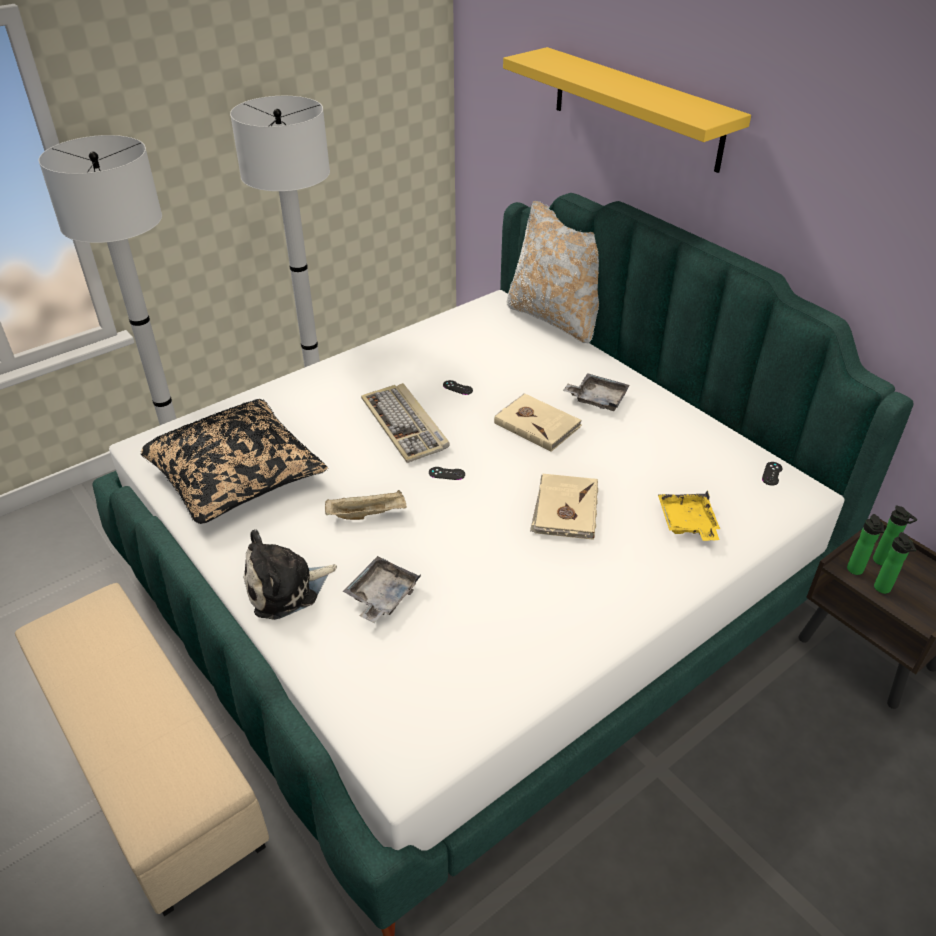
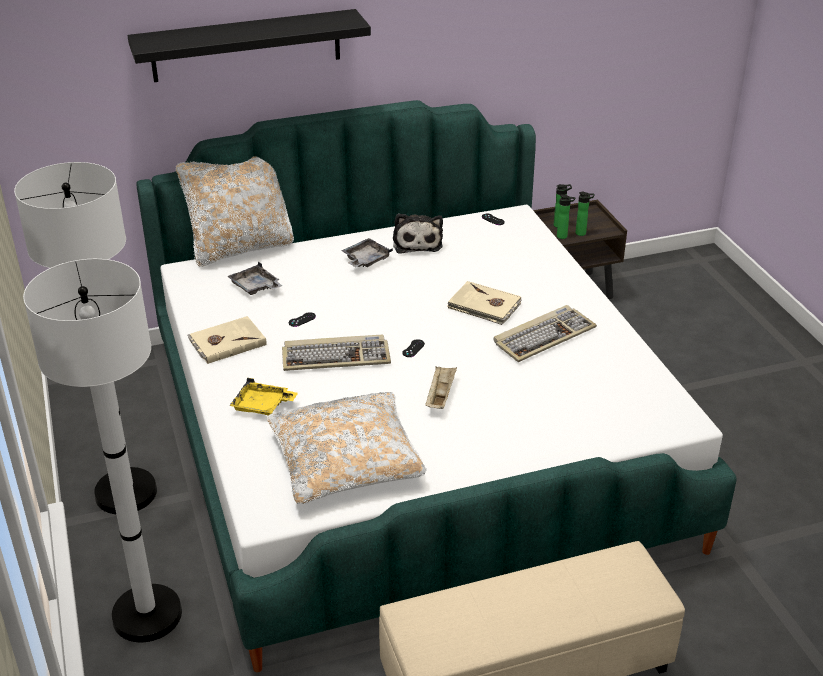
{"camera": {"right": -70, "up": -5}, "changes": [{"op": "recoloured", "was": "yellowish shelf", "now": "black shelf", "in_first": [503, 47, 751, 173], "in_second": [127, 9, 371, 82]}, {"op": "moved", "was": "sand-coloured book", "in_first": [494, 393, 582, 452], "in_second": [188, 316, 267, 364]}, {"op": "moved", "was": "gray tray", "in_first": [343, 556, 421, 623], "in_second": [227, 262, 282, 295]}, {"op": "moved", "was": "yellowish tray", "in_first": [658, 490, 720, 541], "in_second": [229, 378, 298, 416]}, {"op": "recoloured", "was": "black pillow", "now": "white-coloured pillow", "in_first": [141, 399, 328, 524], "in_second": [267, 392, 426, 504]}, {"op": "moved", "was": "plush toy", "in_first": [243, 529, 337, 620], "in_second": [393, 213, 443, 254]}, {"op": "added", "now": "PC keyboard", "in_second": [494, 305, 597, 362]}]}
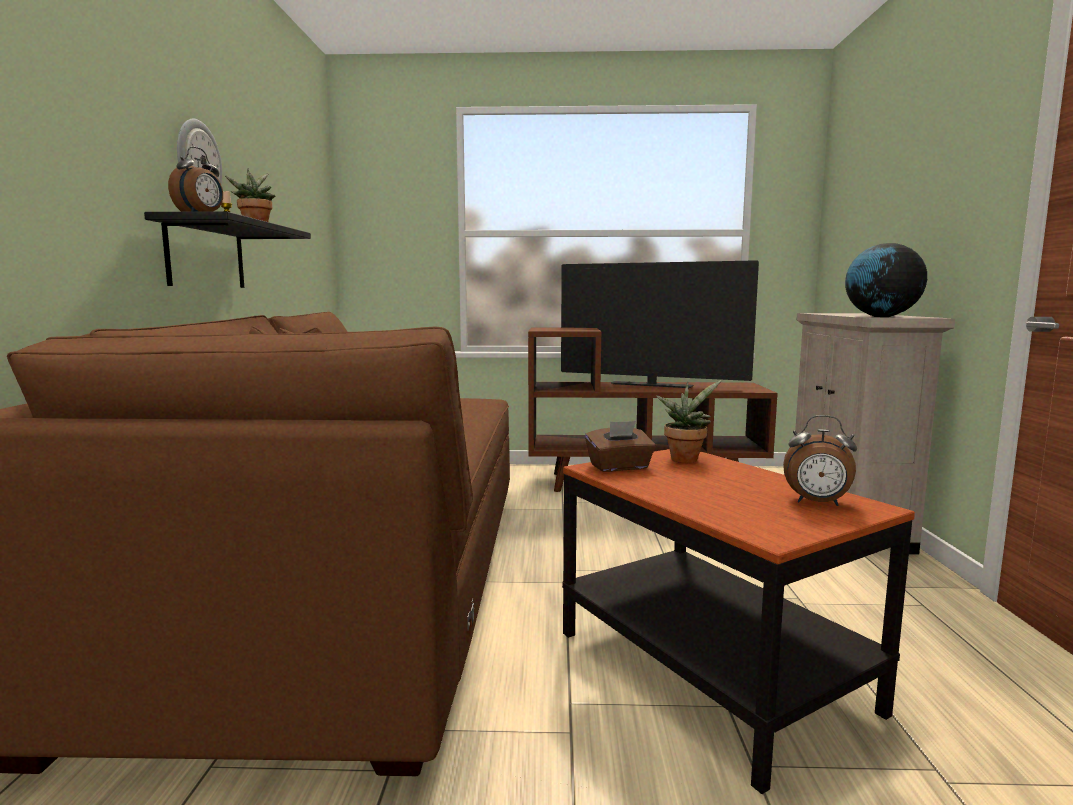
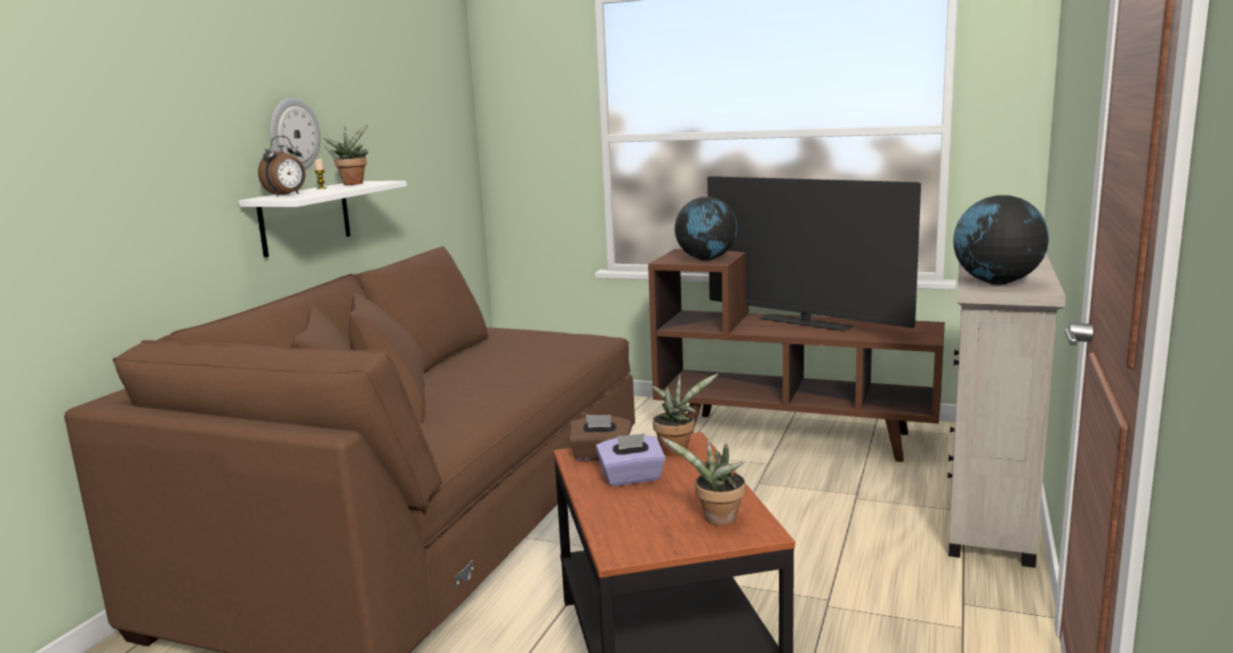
{"camera": {"right": 20, "up": 5}, "changes": [{"op": "recoloured", "was": "black shelf", "now": "white-coloured shelf", "in_first": [144, 211, 311, 288], "in_second": [239, 181, 407, 257]}, {"op": "added", "now": "purple box of tissues", "in_second": [596, 433, 666, 486]}, {"op": "replaced", "was": "bedside clock", "now": "houseplant", "in_first": [783, 415, 857, 506], "in_second": [661, 437, 745, 526]}, {"op": "added", "now": "desk globe", "in_second": [675, 197, 737, 261]}]}
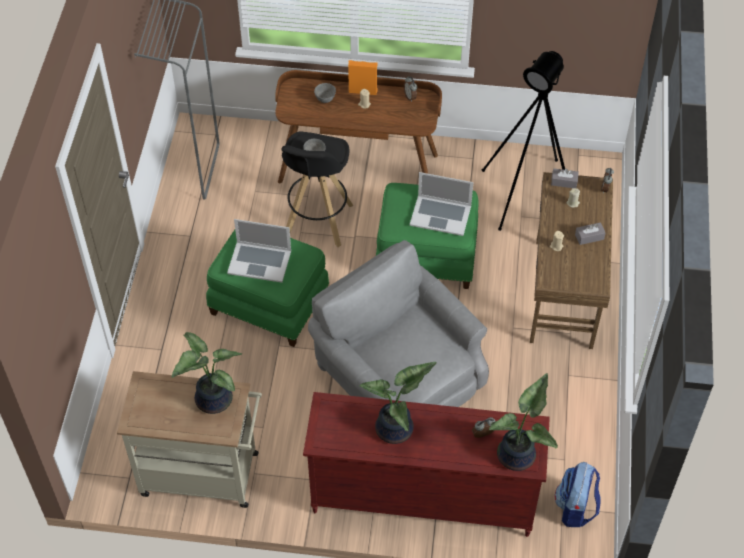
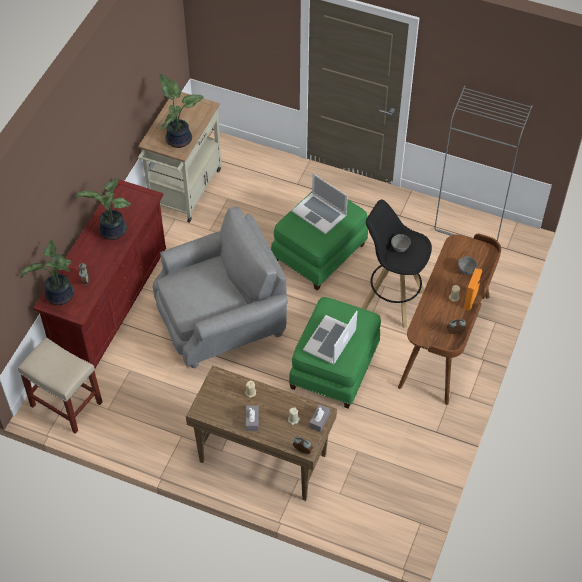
{"camera": {"right": 105, "up": 0}, "changes": [{"op": "replaced", "was": "backpack", "now": "sand-coloured stool seat", "in_first": [555, 462, 601, 527], "in_second": [18, 337, 103, 434]}, {"op": "turned", "was": "notebook computer", "in_first": [227, 219, 291, 283], "in_second": [292, 173, 348, 234], "clockwise": -75}, {"op": "removed", "was": "black standard lamp", "in_first": [482, 51, 565, 231]}]}
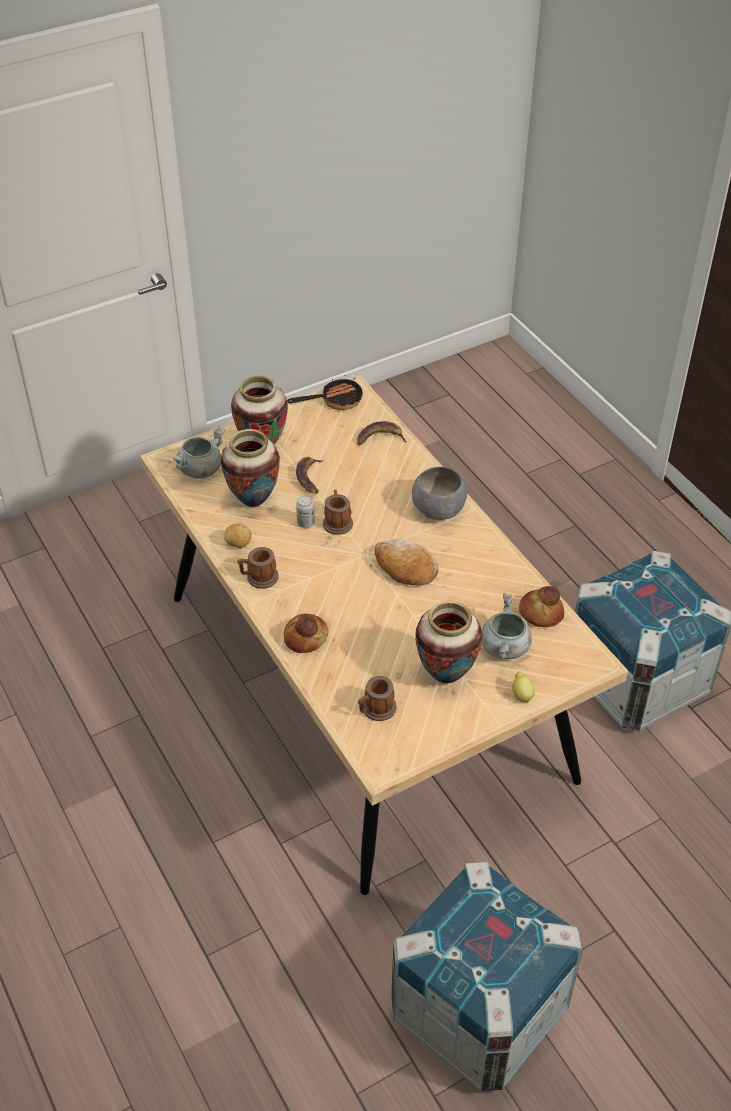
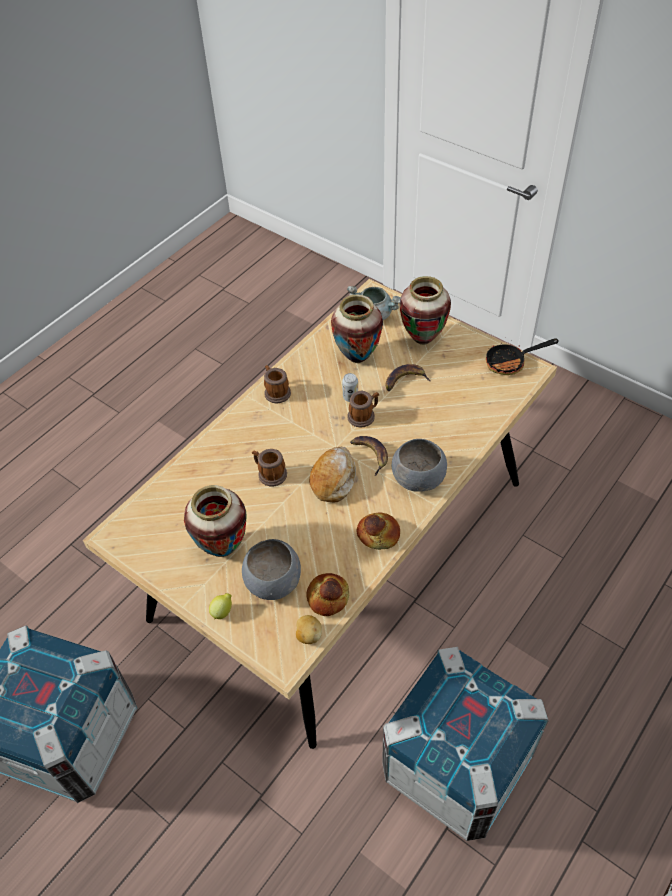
{"camera": {"right": 70, "up": 5}, "changes": [{"op": "replaced", "was": "gray cooking pot", "now": "gray serving bowl", "in_first": [482, 593, 532, 659], "in_second": [242, 539, 301, 600]}, {"op": "moved", "was": "coffee mug", "in_first": [358, 676, 397, 721], "in_second": [252, 449, 287, 486]}, {"op": "moved", "was": "whole potato", "in_first": [224, 523, 252, 548], "in_second": [296, 615, 322, 644]}, {"op": "moved", "was": "whole banana", "in_first": [357, 421, 406, 445], "in_second": [350, 436, 388, 476]}, {"op": "moved", "was": "bakery bread", "in_first": [284, 613, 329, 653], "in_second": [356, 513, 400, 550]}, {"op": "turned", "was": "frying pan", "in_first": [287, 375, 363, 410], "in_second": [486, 339, 559, 375], "clockwise": 120}]}
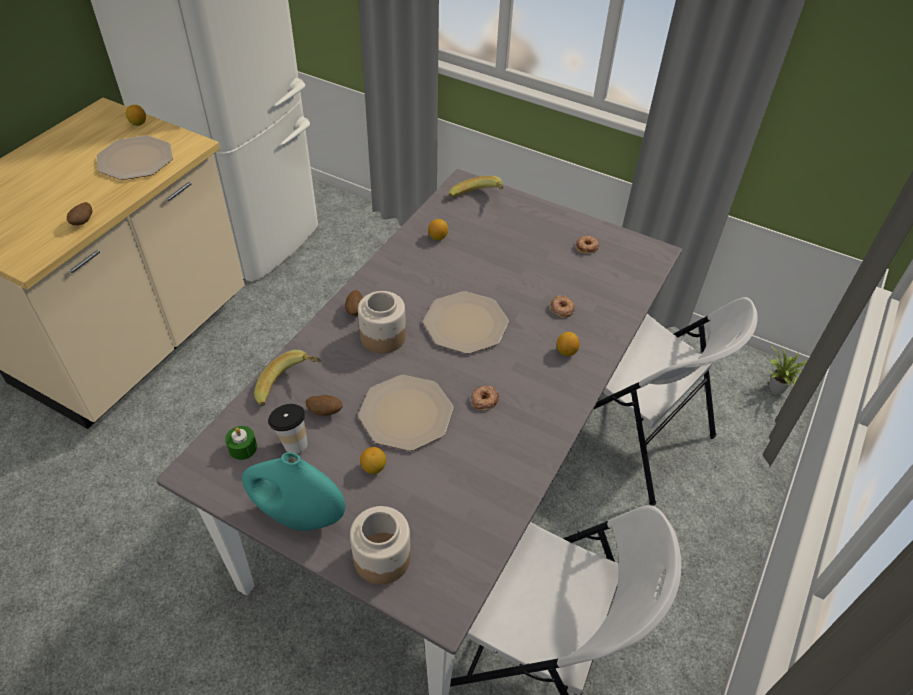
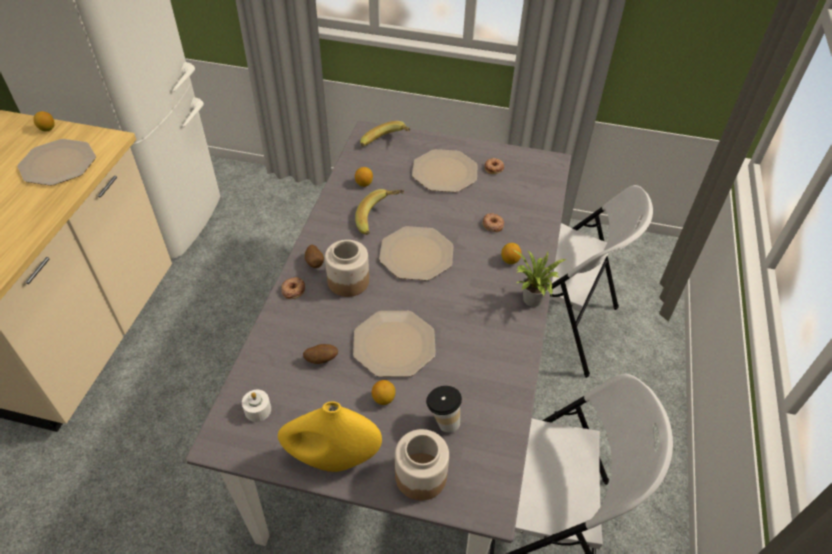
{"camera": {"right": -15, "up": 0}, "changes": [{"op": "recoloured", "was": "green wax light", "now": "white-coloured wax light", "in_first": [225, 426, 257, 460], "in_second": [242, 390, 271, 422]}, {"op": "recoloured", "was": "blue-green vase", "now": "yellowish vase", "in_first": [242, 452, 345, 531], "in_second": [278, 401, 382, 472]}, {"op": "moved", "was": "ring doughnut", "in_first": [471, 386, 499, 411], "in_second": [281, 277, 305, 299]}, {"op": "moved", "was": "whole banana", "in_first": [254, 350, 322, 406], "in_second": [355, 189, 404, 235]}, {"op": "added", "now": "dinner plate", "in_second": [412, 149, 478, 192]}, {"op": "moved", "was": "cup", "in_first": [268, 404, 308, 454], "in_second": [426, 386, 462, 433]}, {"op": "moved", "was": "houseplant", "in_first": [769, 346, 807, 394], "in_second": [513, 250, 566, 307]}, {"op": "removed", "was": "whole potato", "in_first": [67, 202, 92, 226]}]}
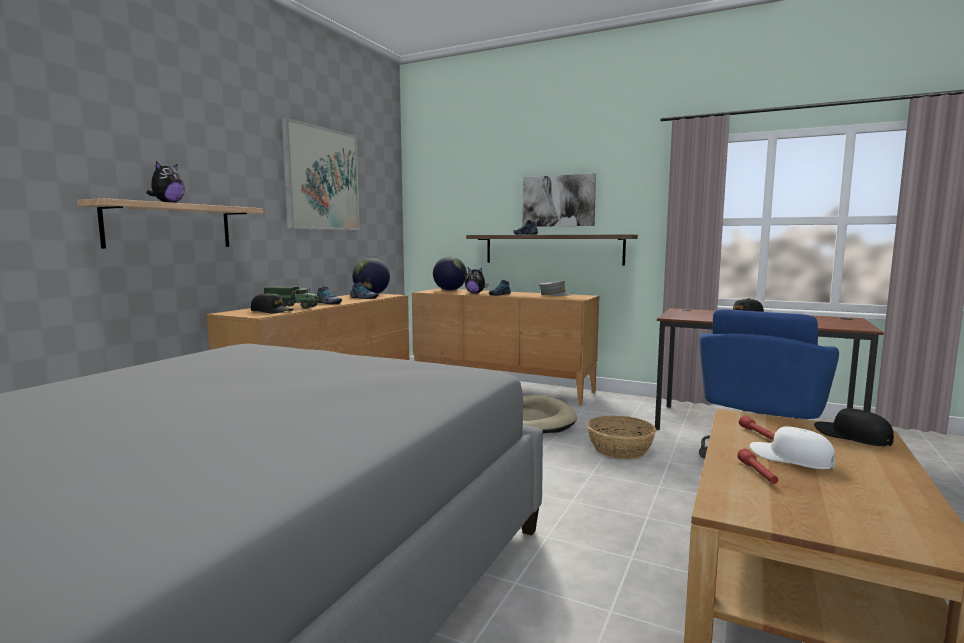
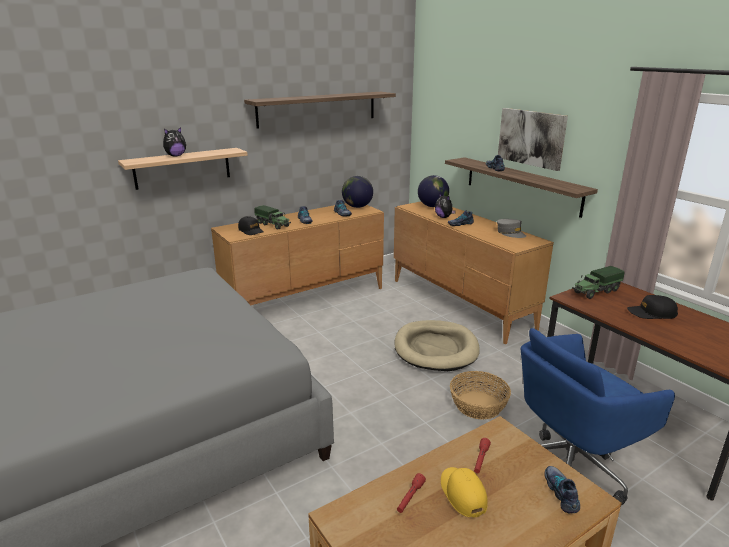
{"camera": {"right": 30, "up": 15}, "changes": [{"op": "replaced", "was": "wall art", "now": "shelf", "in_first": [282, 118, 360, 230], "in_second": [244, 92, 396, 129]}, {"op": "recoloured", "was": "white-coloured peaked cap", "now": "yellowish peaked cap", "in_first": [750, 426, 835, 469], "in_second": [441, 467, 487, 518]}, {"op": "replaced", "was": "black peaked cap", "now": "low shoe", "in_first": [814, 408, 894, 446], "in_second": [545, 466, 580, 514]}, {"op": "added", "now": "toy truck", "in_second": [572, 266, 624, 299]}]}
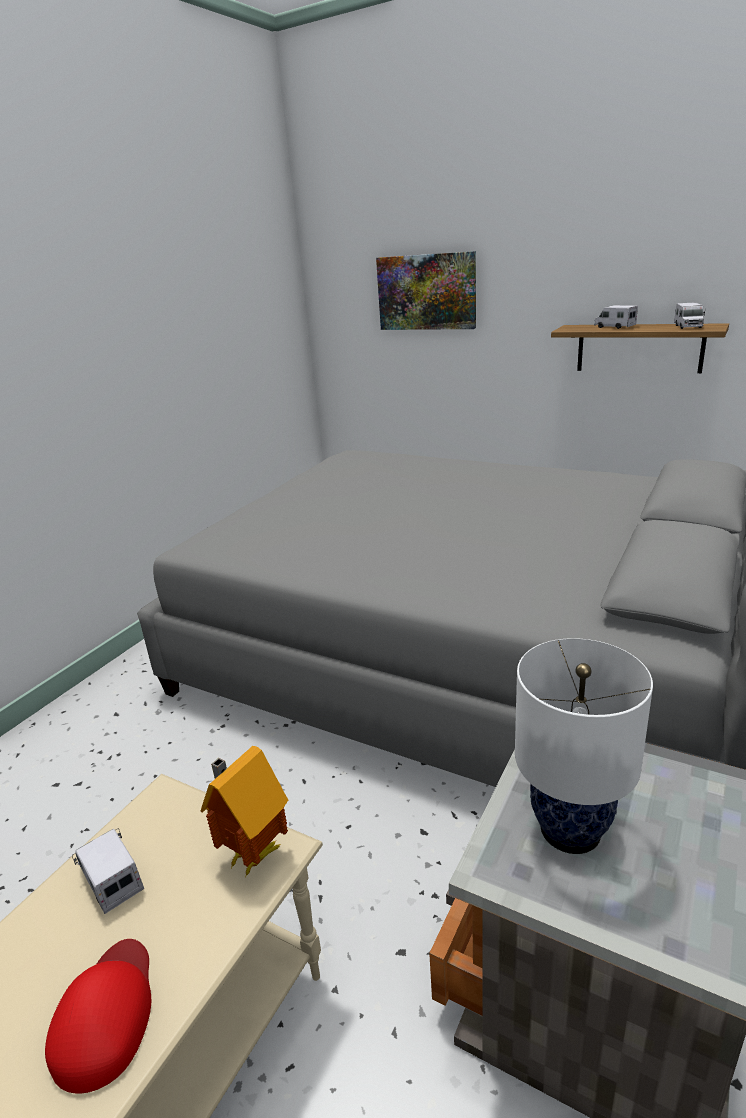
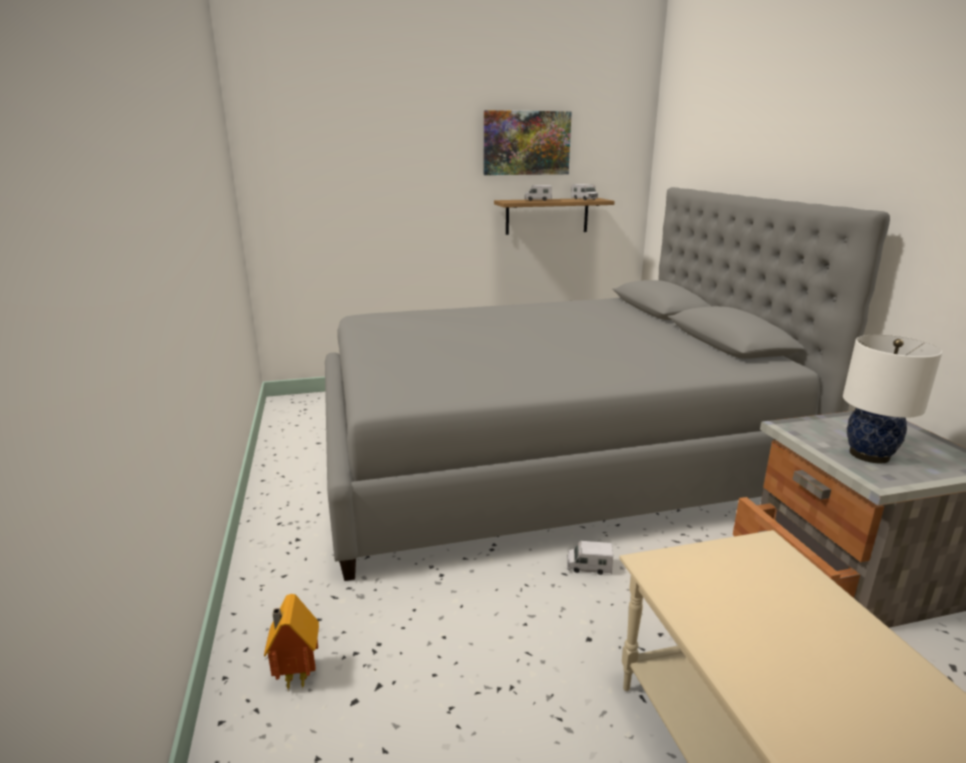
{"camera": {"right": -45, "up": -5}, "changes": [{"op": "moved", "was": "model house", "in_first": [201, 746, 288, 878], "in_second": [264, 594, 319, 690]}, {"op": "moved", "was": "wall art", "in_first": [376, 251, 476, 330], "in_second": [484, 110, 572, 175]}, {"op": "moved", "was": "toy truck", "in_first": [72, 829, 144, 914], "in_second": [567, 541, 613, 575]}, {"op": "removed", "was": "reddish peaked cap", "in_first": [45, 939, 151, 1094]}]}
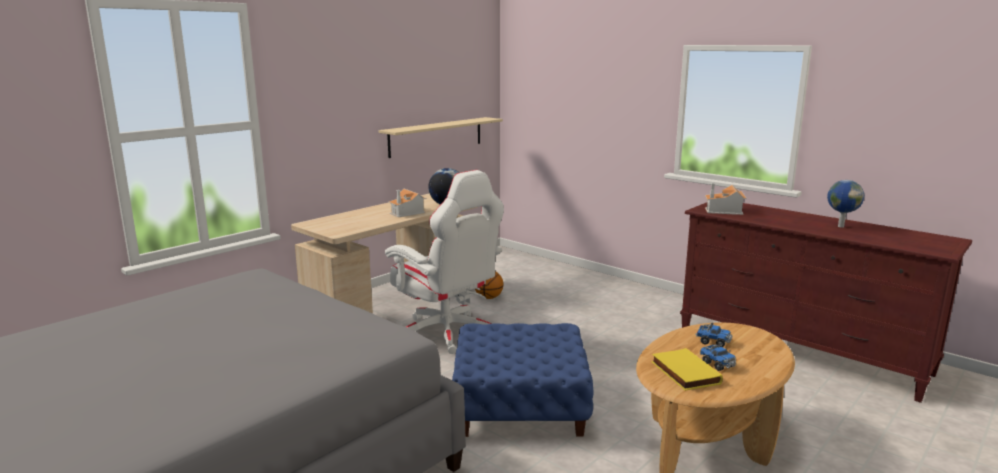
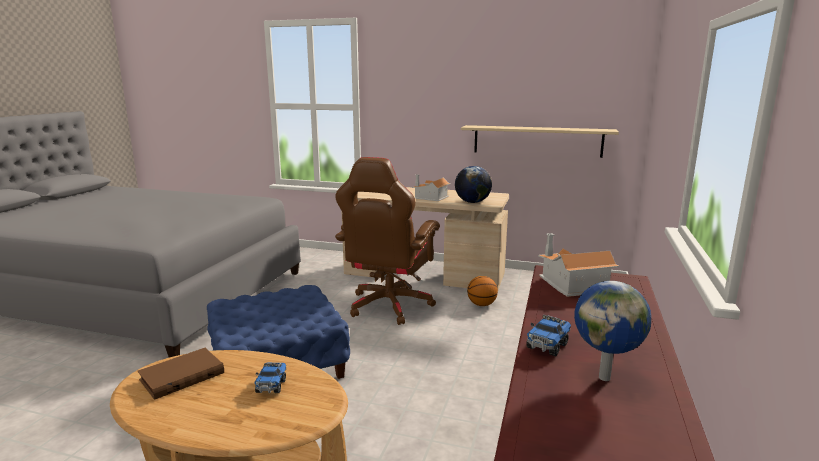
{"camera": {"right": 65, "up": 0}, "changes": [{"op": "recoloured", "was": "yellowish book", "now": "brown-coloured book", "in_first": [651, 348, 723, 391], "in_second": [138, 348, 224, 400]}, {"op": "recoloured", "was": "white-coloured office chair", "now": "brown-coloured office chair", "in_first": [385, 170, 504, 354], "in_second": [335, 157, 440, 325]}, {"op": "moved", "was": "toy truck", "in_first": [700, 344, 736, 371], "in_second": [526, 315, 571, 356]}]}
